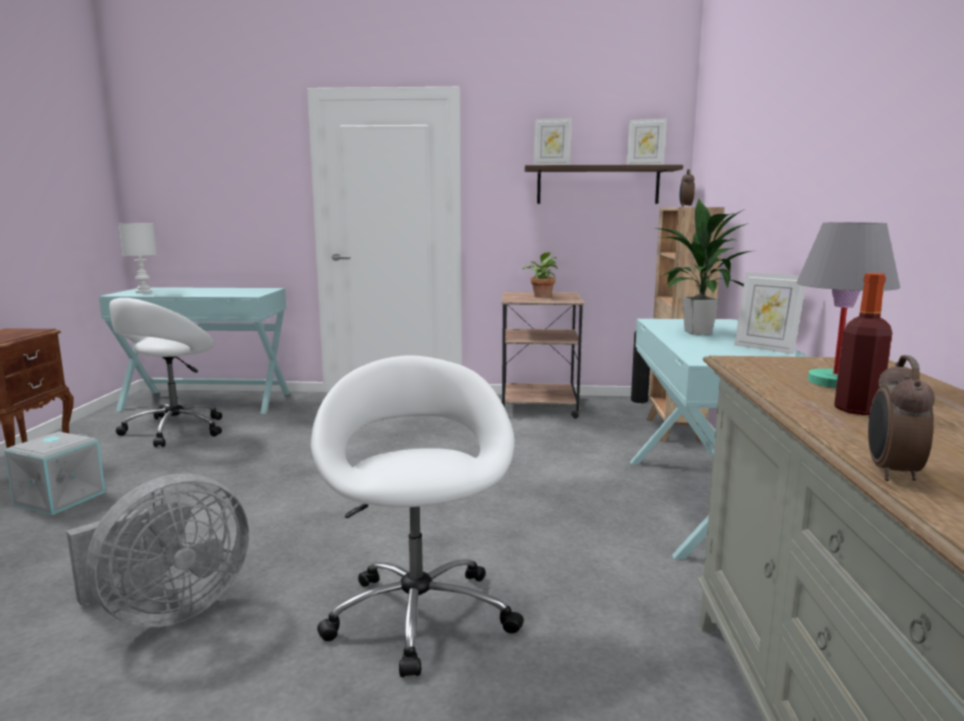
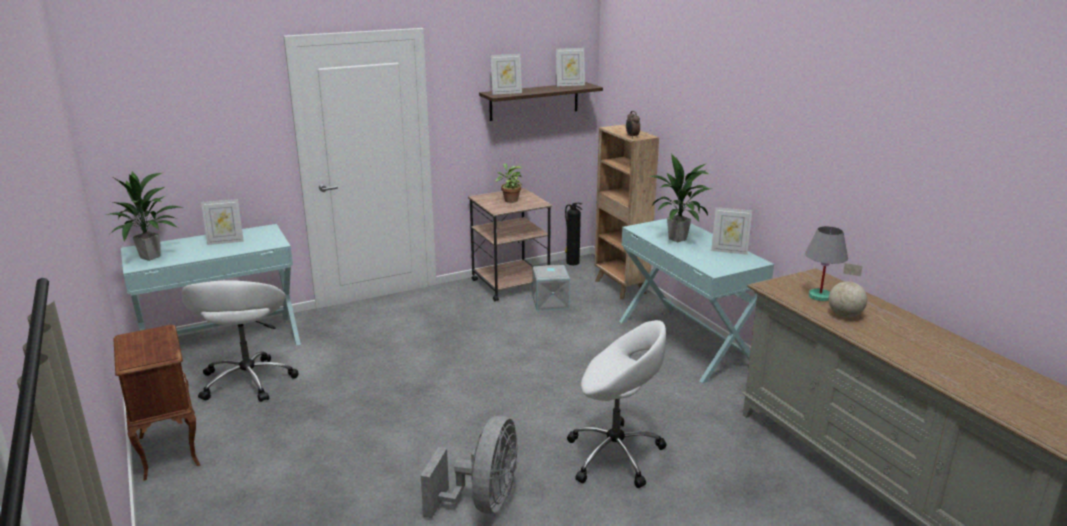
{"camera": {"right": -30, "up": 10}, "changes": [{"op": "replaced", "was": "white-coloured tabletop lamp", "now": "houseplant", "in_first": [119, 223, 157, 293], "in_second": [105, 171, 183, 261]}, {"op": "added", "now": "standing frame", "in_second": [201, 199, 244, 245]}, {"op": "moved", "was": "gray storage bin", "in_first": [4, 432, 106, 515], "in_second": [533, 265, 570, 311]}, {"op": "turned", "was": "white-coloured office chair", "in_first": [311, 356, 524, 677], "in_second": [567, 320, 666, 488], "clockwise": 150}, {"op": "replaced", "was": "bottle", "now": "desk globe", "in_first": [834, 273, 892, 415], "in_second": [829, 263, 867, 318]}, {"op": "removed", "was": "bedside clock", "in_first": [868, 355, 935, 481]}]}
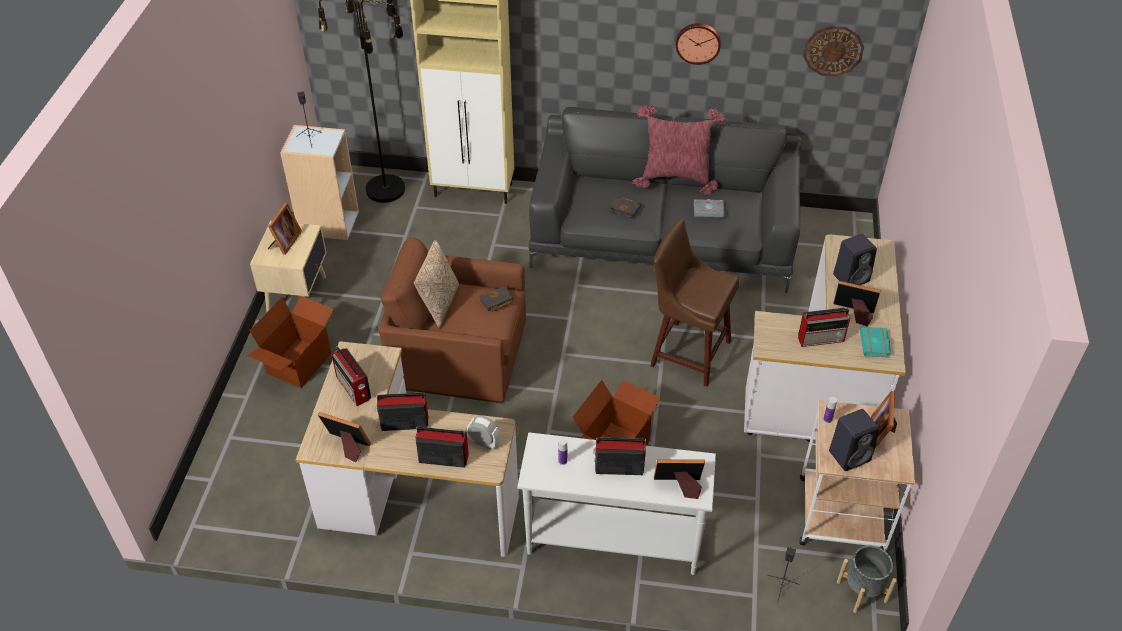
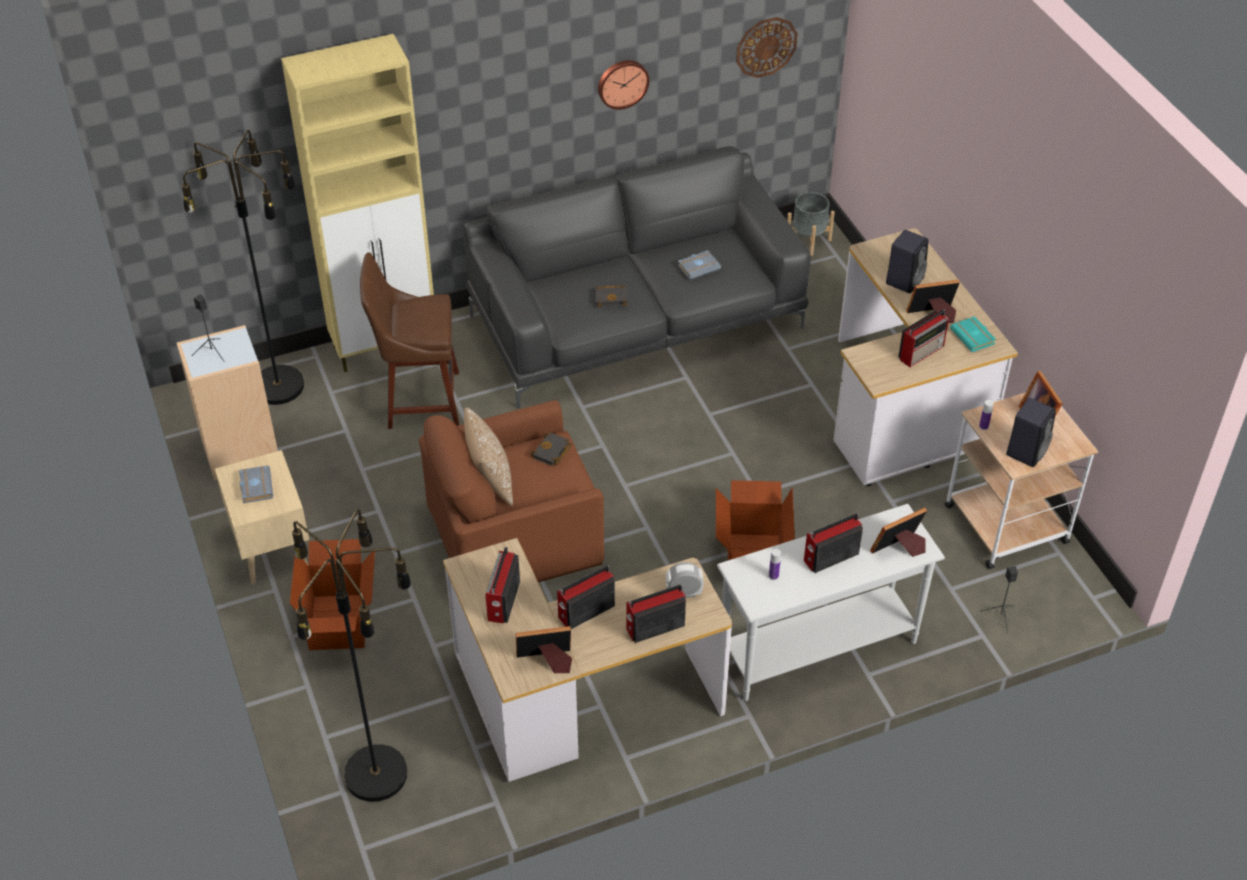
{"camera": {"right": -30, "up": 0}, "changes": [{"op": "replaced", "was": "standing frame", "now": "gray book", "in_first": [268, 203, 302, 255], "in_second": [239, 465, 273, 503]}, {"op": "added", "now": "standard lamp", "in_second": [292, 509, 411, 802]}, {"op": "moved", "was": "brown-coloured chair", "in_first": [650, 218, 739, 387], "in_second": [360, 252, 459, 429]}, {"op": "turned", "was": "radio set", "in_first": [331, 346, 371, 406], "in_second": [485, 547, 520, 624], "clockwise": 75}, {"op": "moved", "was": "gray planter", "in_first": [837, 546, 897, 613], "in_second": [787, 192, 835, 256]}, {"op": "removed", "was": "reddish pillow", "in_first": [632, 105, 725, 195]}]}
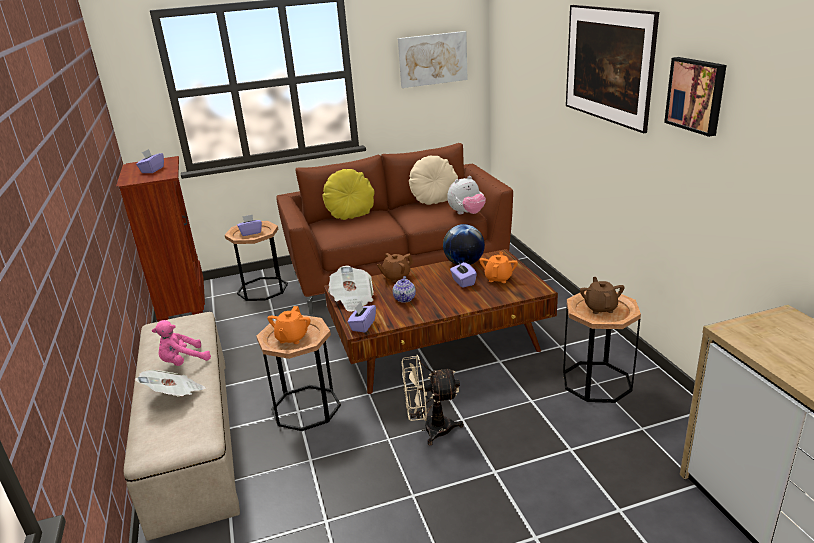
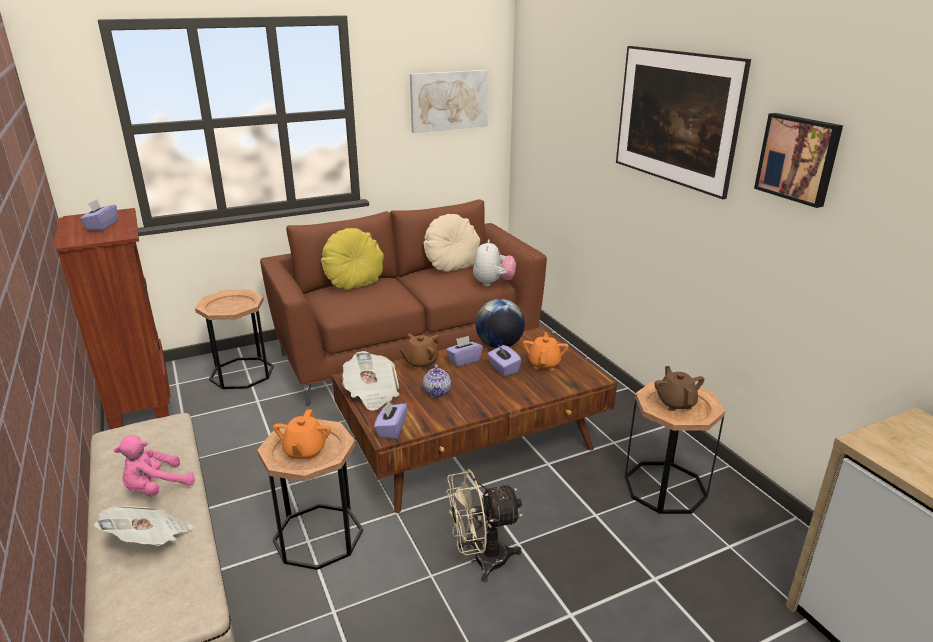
{"camera": {"right": -10, "up": 0}, "changes": [{"op": "moved", "was": "purple box of tissues", "in_first": [237, 214, 262, 236], "in_second": [446, 336, 483, 367]}, {"op": "turned", "was": "plush toy", "in_first": [447, 176, 486, 214], "in_second": [473, 239, 516, 286], "clockwise": -45}]}
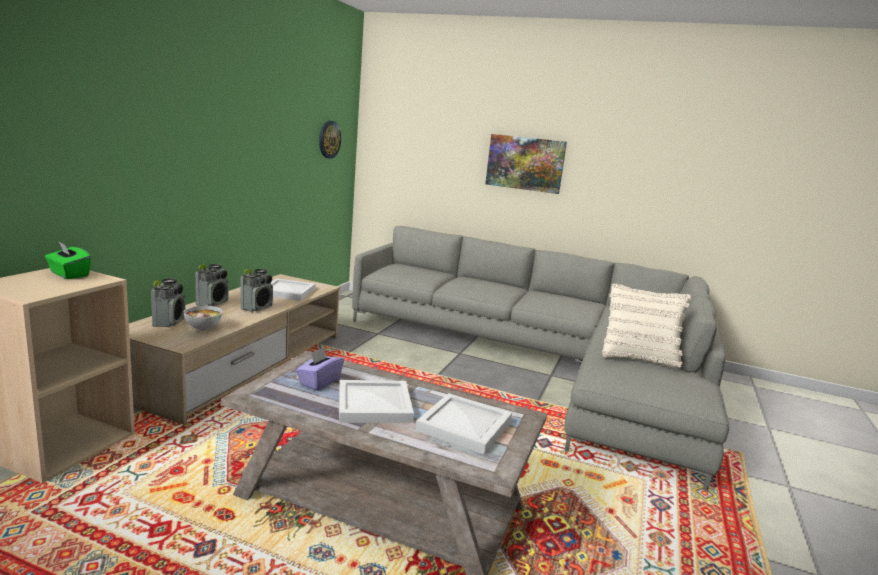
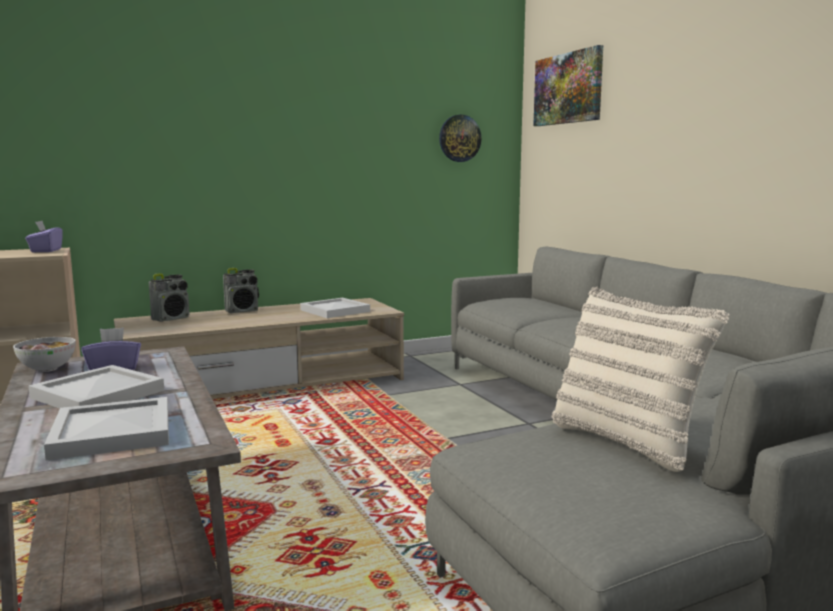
{"camera": {"right": 45, "up": -5}, "changes": [{"op": "moved", "was": "serving bowl", "in_first": [183, 306, 223, 330], "in_second": [13, 337, 76, 372]}, {"op": "recoloured", "was": "green box of tissues", "now": "purple box of tissues", "in_first": [45, 241, 92, 279], "in_second": [25, 221, 63, 252]}, {"op": "moved", "was": "wall art", "in_first": [485, 134, 567, 194], "in_second": [533, 45, 603, 126]}, {"op": "removed", "was": "radio set", "in_first": [240, 269, 273, 312]}]}
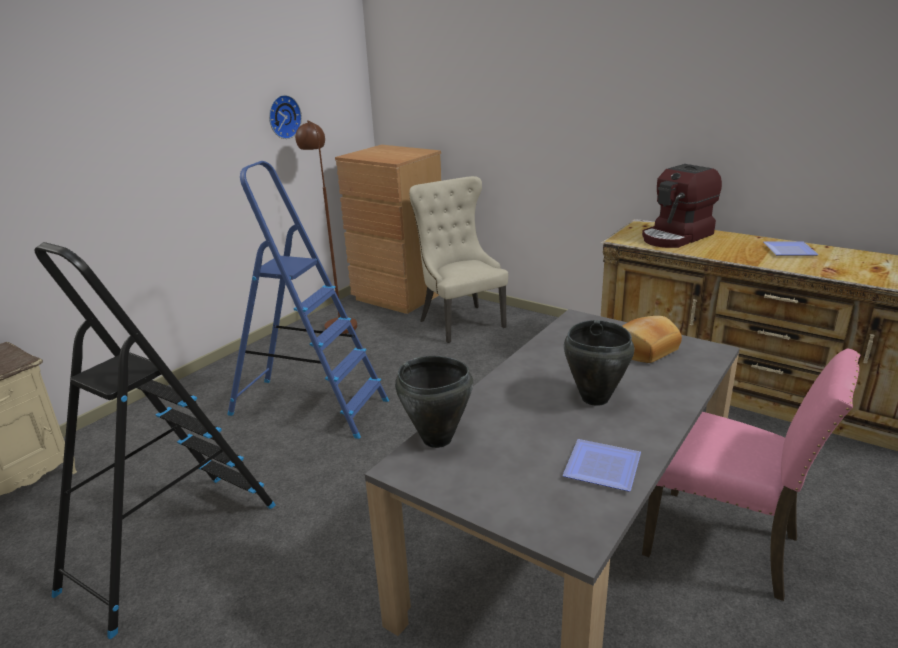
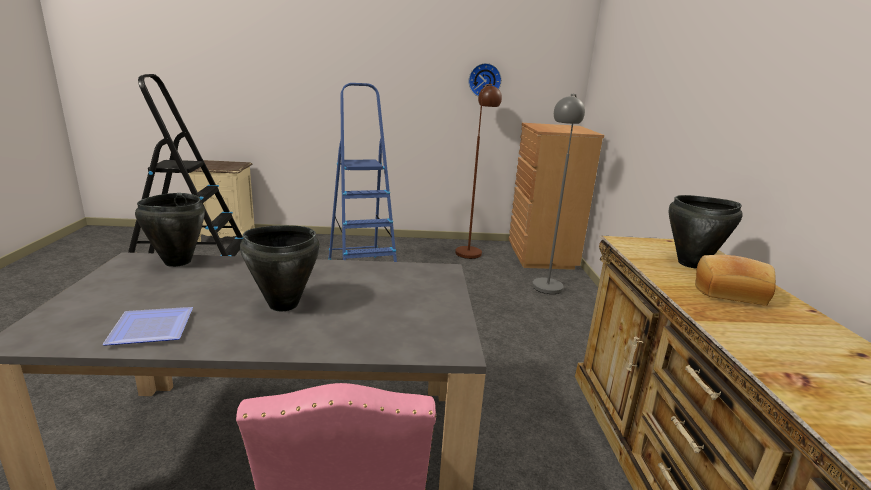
{"camera": {"right": 50, "up": -5}, "changes": [{"op": "replaced", "was": "sand-coloured chair", "now": "gray standard lamp", "in_first": [409, 176, 508, 343], "in_second": [532, 94, 585, 294]}, {"op": "replaced", "was": "coffee machine", "now": "black cooking pot", "in_first": [642, 164, 722, 248], "in_second": [669, 195, 743, 269]}, {"op": "moved", "was": "bakery bread", "in_first": [622, 316, 682, 363], "in_second": [695, 255, 776, 306]}, {"op": "removed", "was": "dinner plate", "in_first": [764, 241, 819, 255]}]}
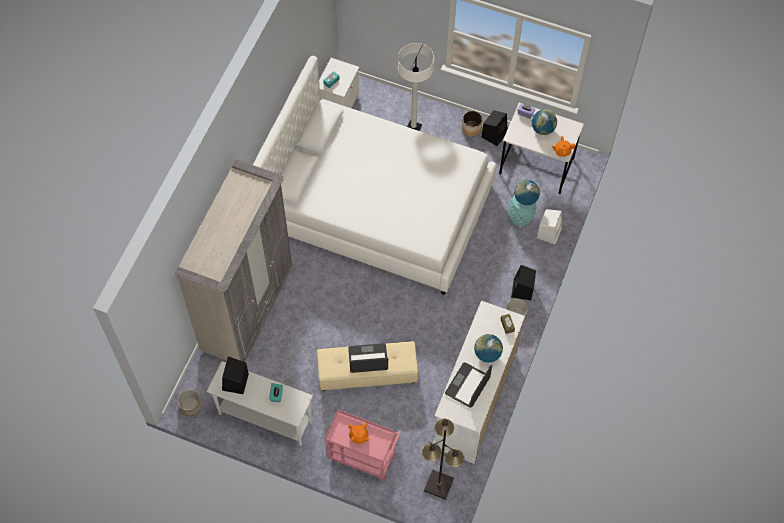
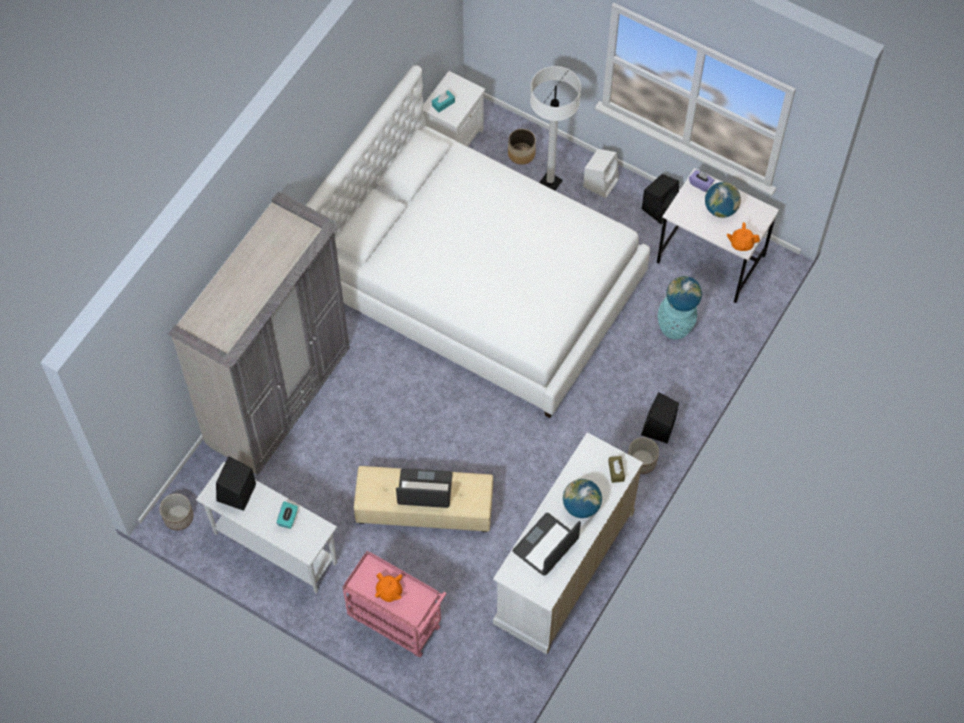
{"camera": {"right": 10, "up": 0}, "changes": [{"op": "moved", "was": "planter", "in_first": [462, 111, 483, 137], "in_second": [508, 129, 536, 165]}, {"op": "moved", "was": "white-coloured loudspeaker", "in_first": [537, 209, 562, 244], "in_second": [583, 149, 619, 198]}, {"op": "removed", "was": "black standard lamp", "in_first": [422, 418, 464, 500]}]}
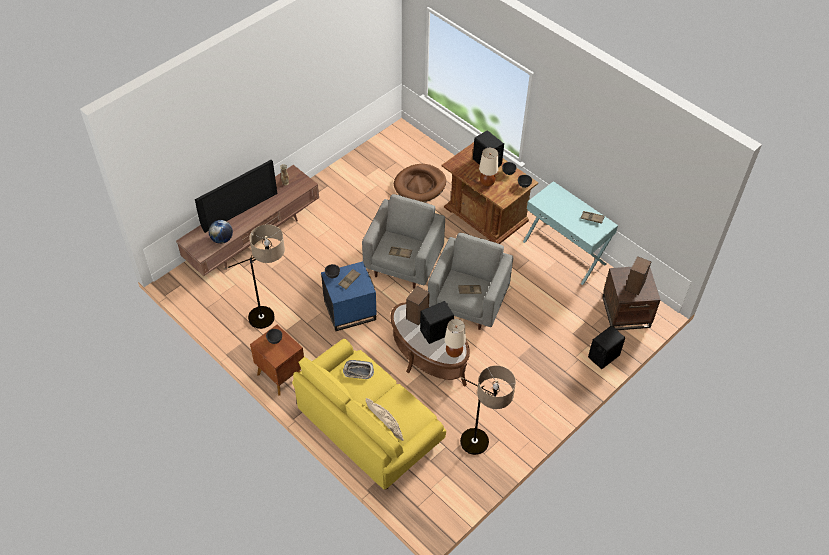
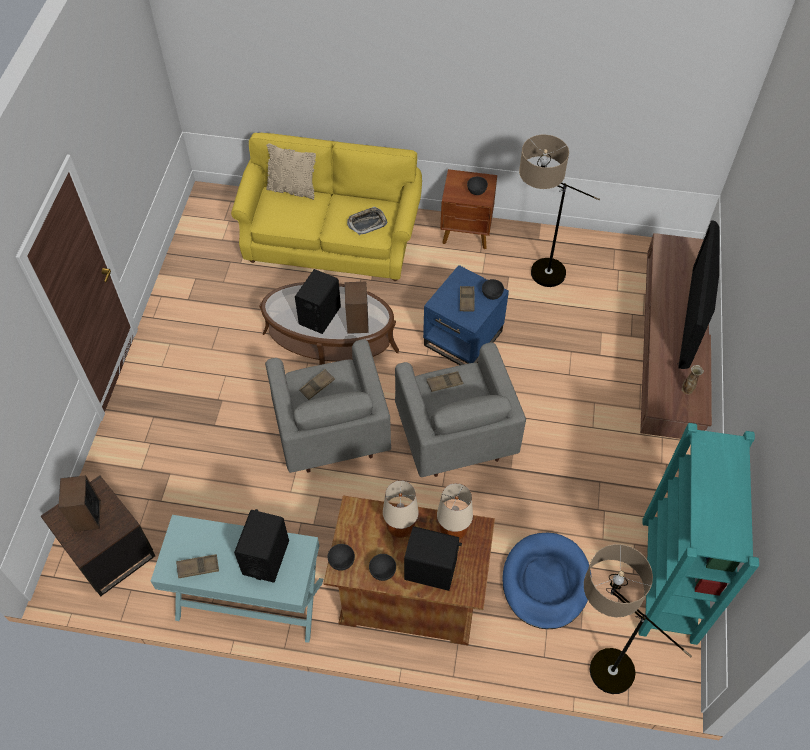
{"camera": {"right": 145, "up": 5}, "changes": [{"op": "moved", "was": "black loudspeaker", "in_first": [588, 326, 625, 369], "in_second": [234, 509, 289, 582]}, {"op": "moved", "was": "sand-coloured tabletop lamp", "in_first": [444, 319, 466, 358], "in_second": [437, 483, 473, 540]}, {"op": "recoloured", "was": "brown-coloured pet bed", "now": "blue pet bed", "in_first": [394, 164, 446, 202], "in_second": [502, 533, 592, 629]}, {"op": "moved", "was": "standard lamp", "in_first": [460, 365, 516, 455], "in_second": [584, 544, 692, 694]}, {"op": "added", "now": "blue-green bookshelf", "in_second": [638, 423, 759, 645]}, {"op": "removed", "was": "desk globe", "in_first": [209, 220, 233, 244]}]}
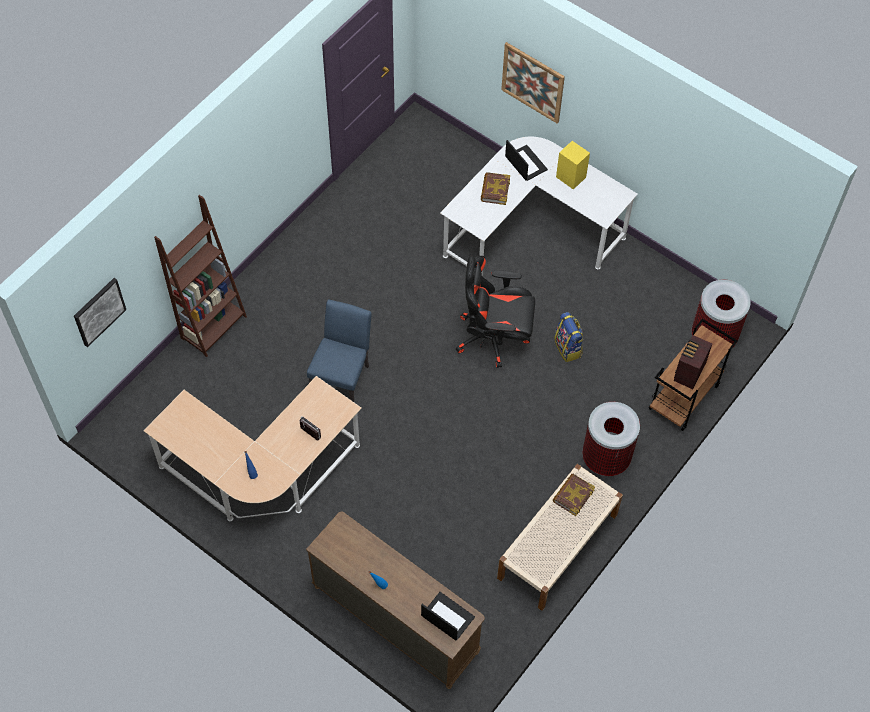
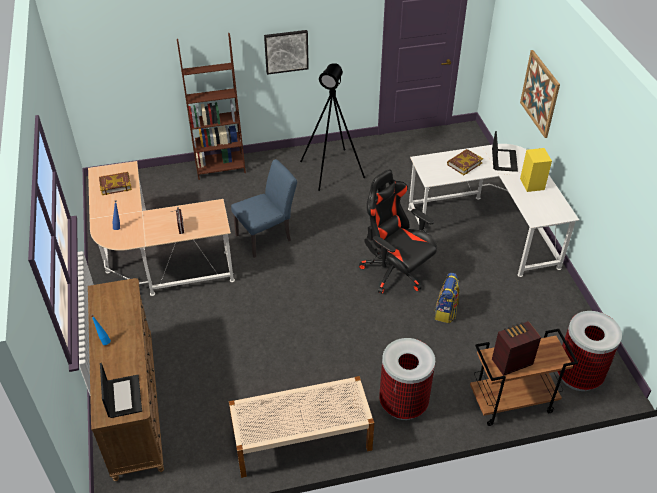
{"camera": {"right": 40, "up": -15}, "changes": [{"op": "moved", "was": "book", "in_first": [553, 474, 595, 516], "in_second": [99, 172, 132, 195]}, {"op": "moved", "was": "wall art", "in_first": [74, 278, 126, 347], "in_second": [264, 30, 309, 75]}, {"op": "added", "now": "black standard lamp", "in_second": [300, 63, 365, 191]}]}
